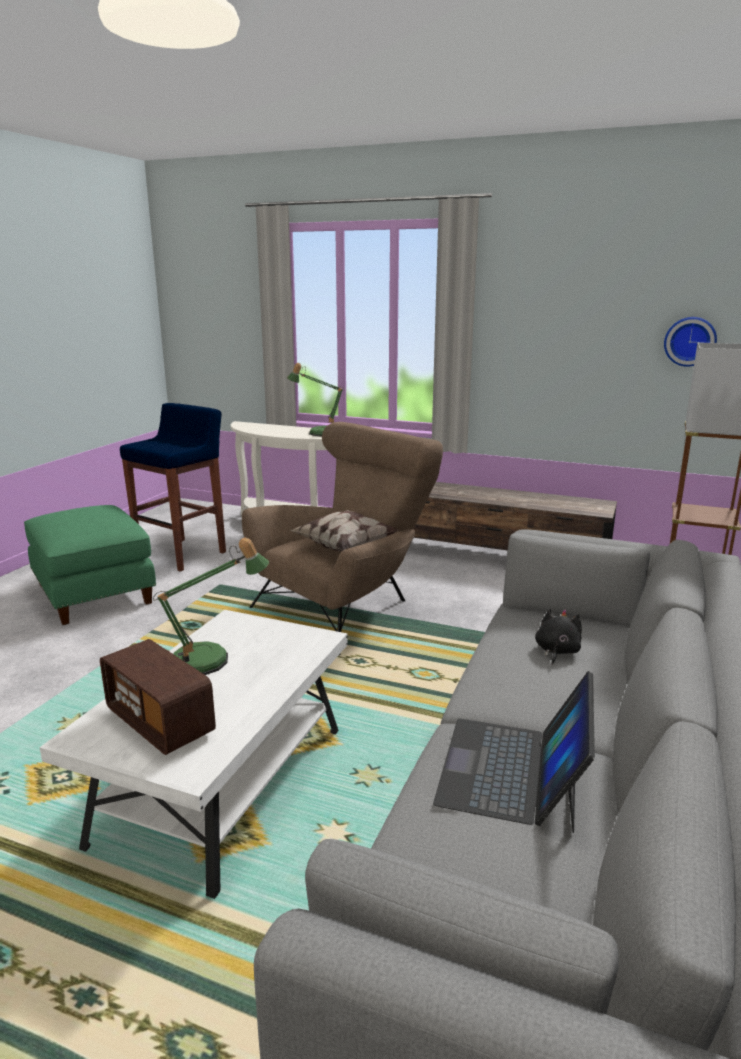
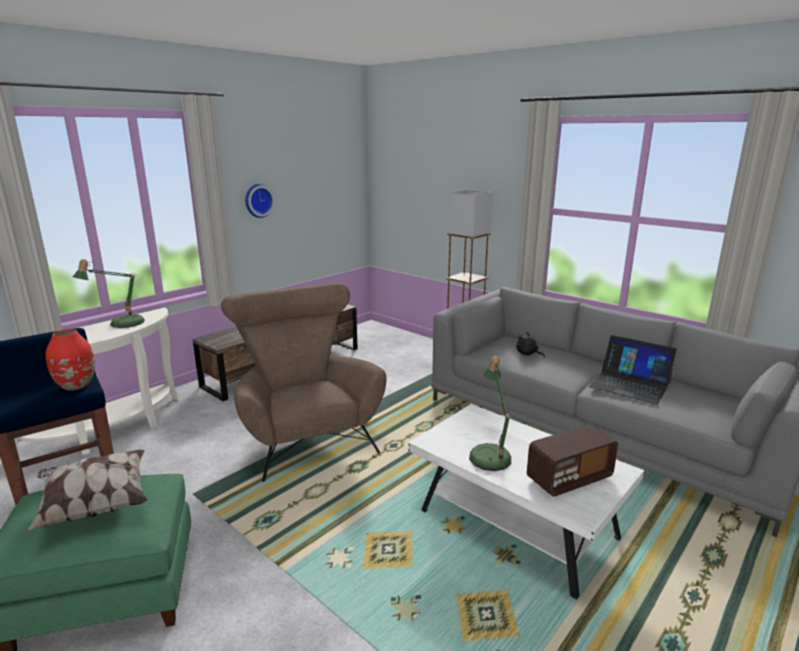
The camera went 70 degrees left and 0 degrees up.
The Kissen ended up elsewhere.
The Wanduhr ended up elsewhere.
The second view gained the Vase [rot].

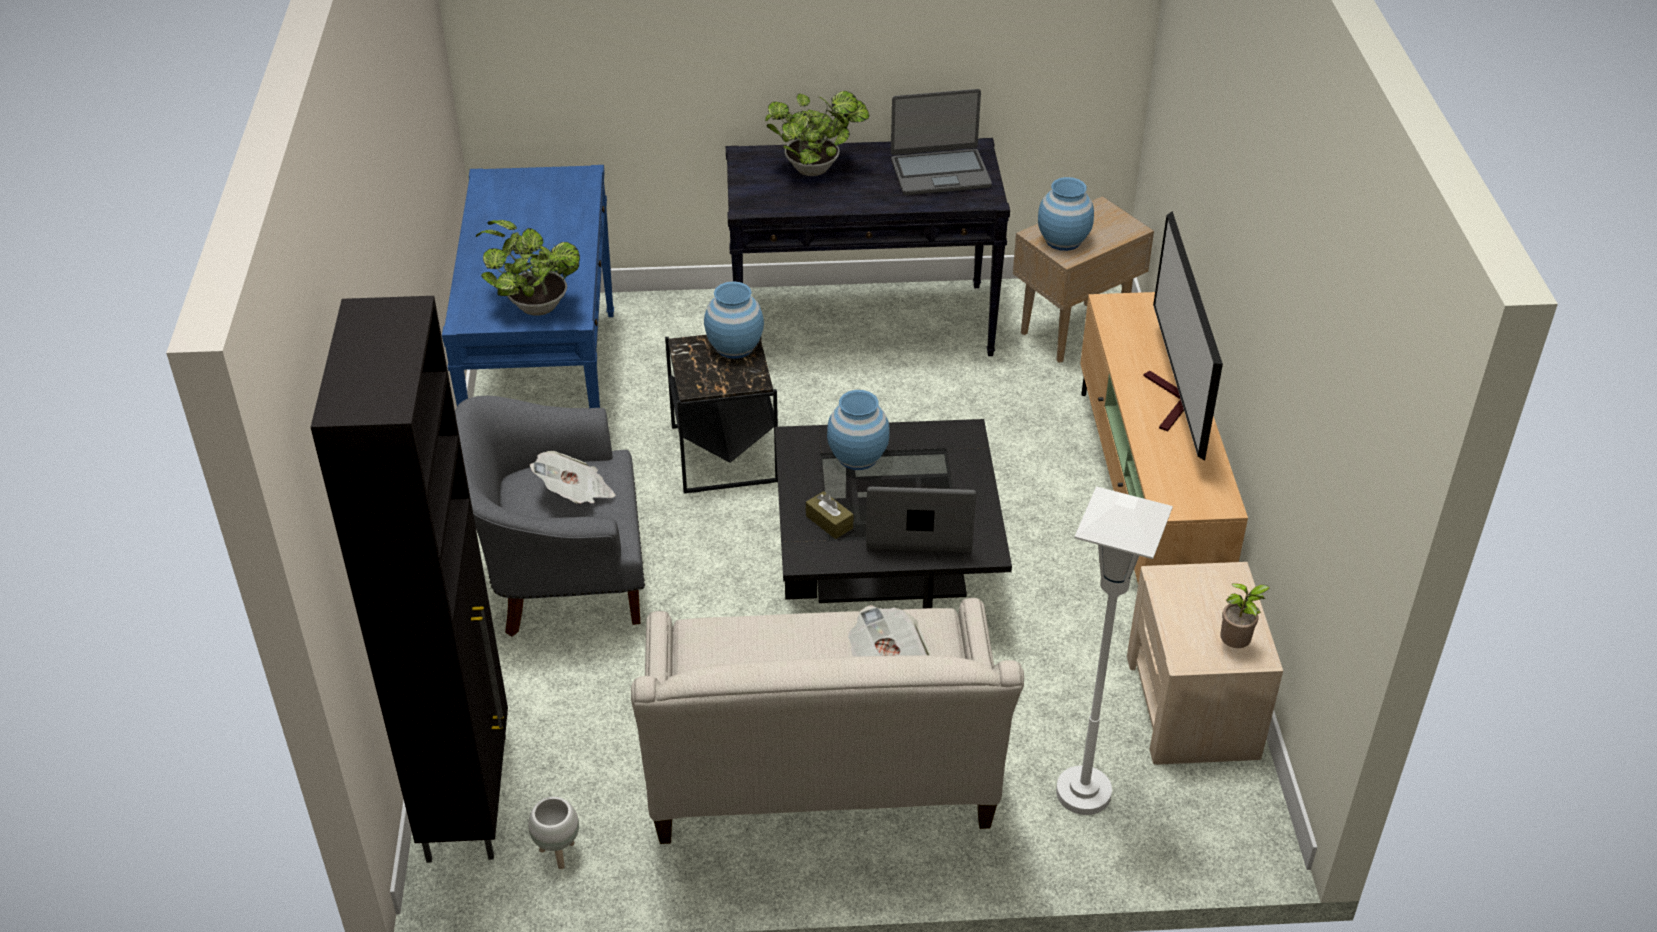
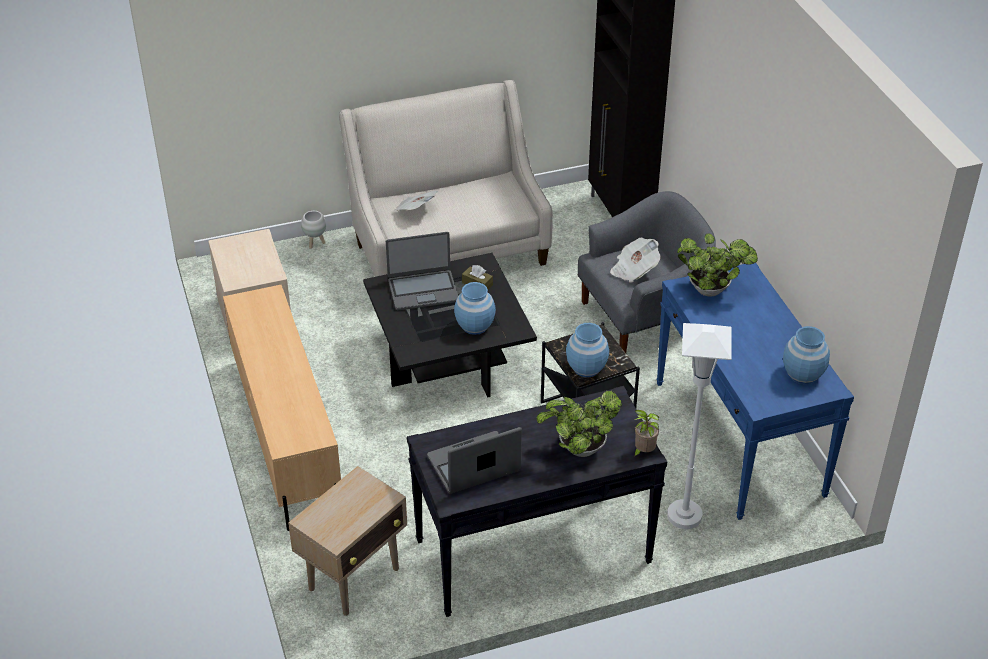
The camera went 165 degrees right and 0 degrees up.
The Pflanzkübel [weiß] ended up elsewhere.
The Vase [blau] (no. 3 from left) ended up elsewhere.
The Stehlampe [weiß] ended up elsewhere.
The second view lost the Fernseher.
The Topfpflanze (no. 3 from left in the first image) ended up elsewhere.

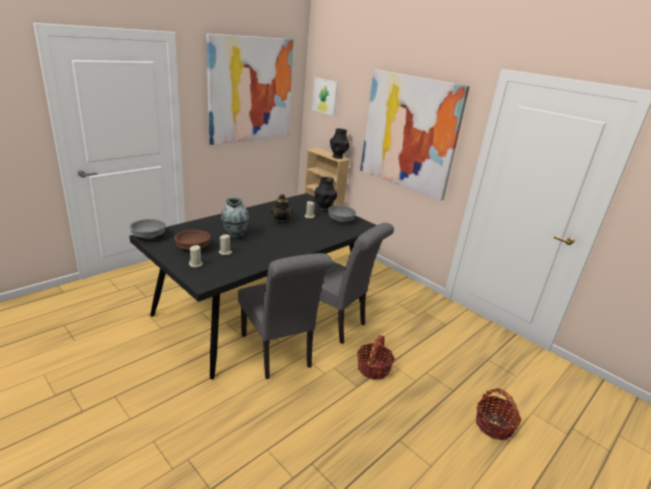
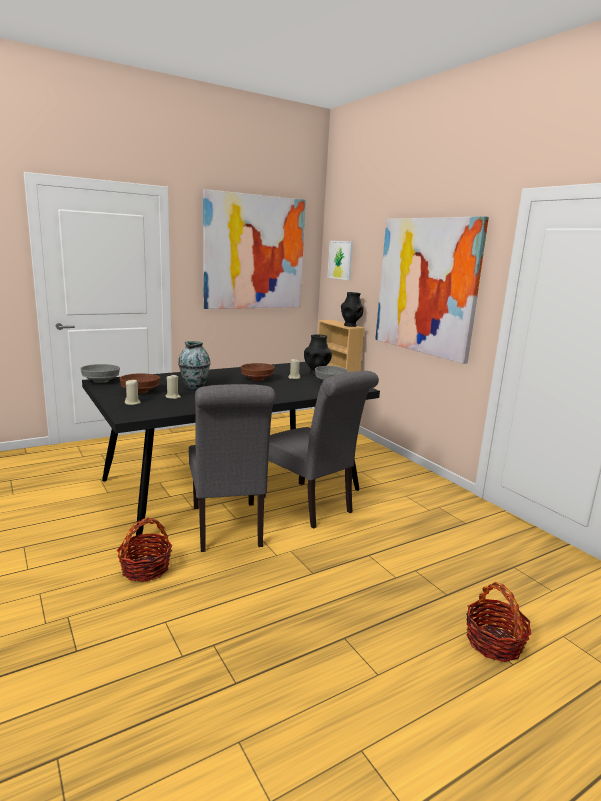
The camera went 15 degrees right and 10 degrees down.
Where the Teekanne stood, the Schüssel [braun] (no. 2 from left) came to stand.
The Korb (no. 1 from left) ended up elsewhere.

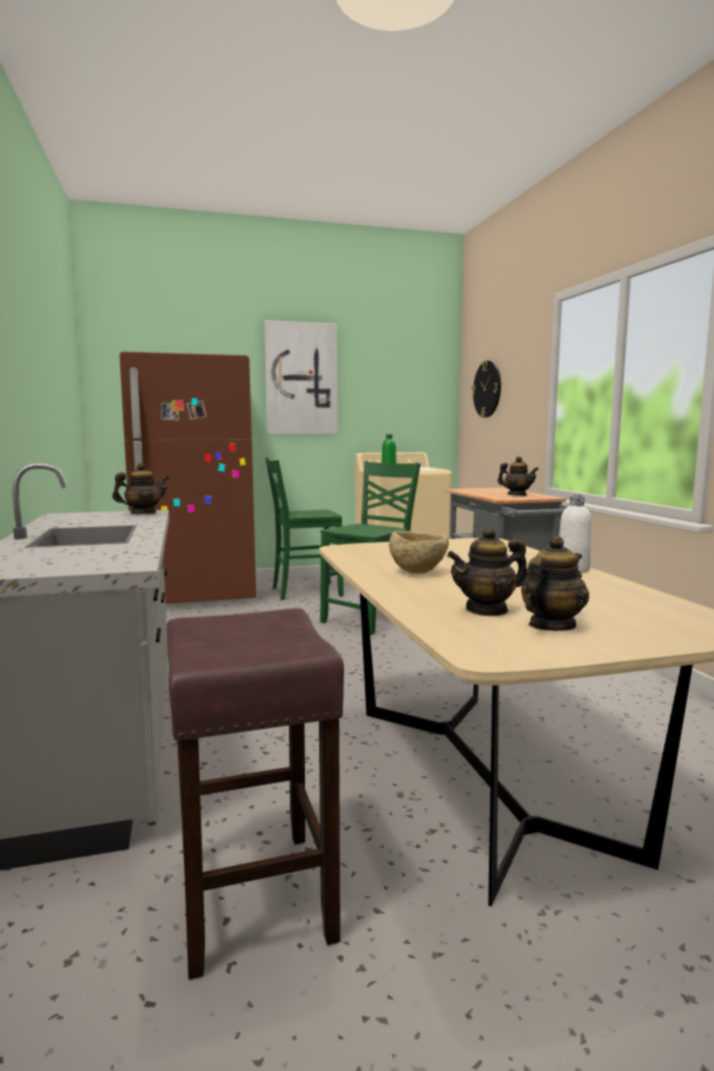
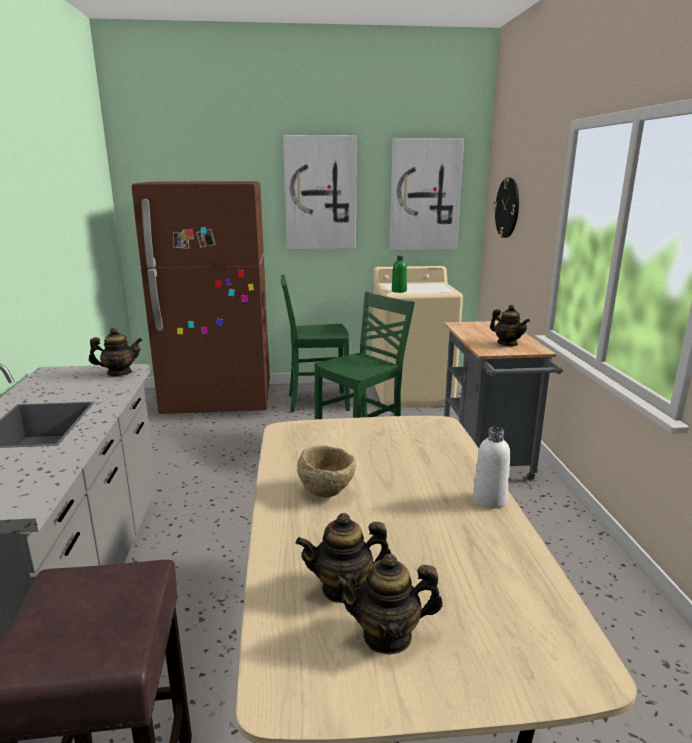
The camera went 10 degrees right and 10 degrees up.
The Teekanne (no. 4 from left in the first image) ended up facing another way, 150 degrees counterclockwise from before.
The second view gained the Bild (no. 2 from left).

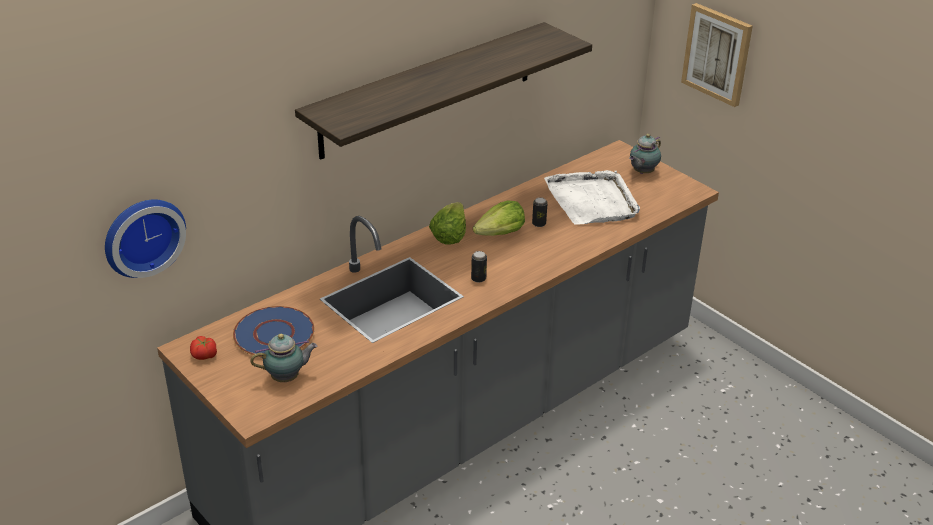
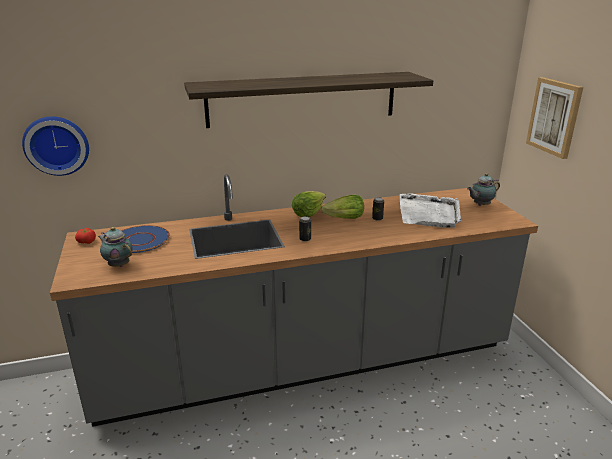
The camera went 25 degrees right and 10 degrees down.
The Teekanne (no. 1 from left) ended up facing another way, 150 degrees counterclockwise from before.

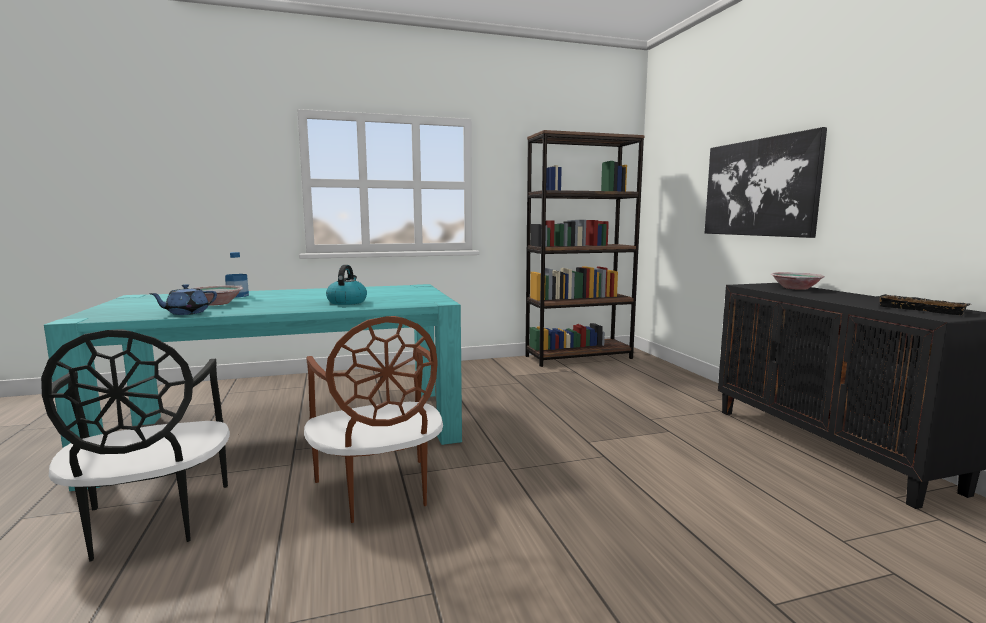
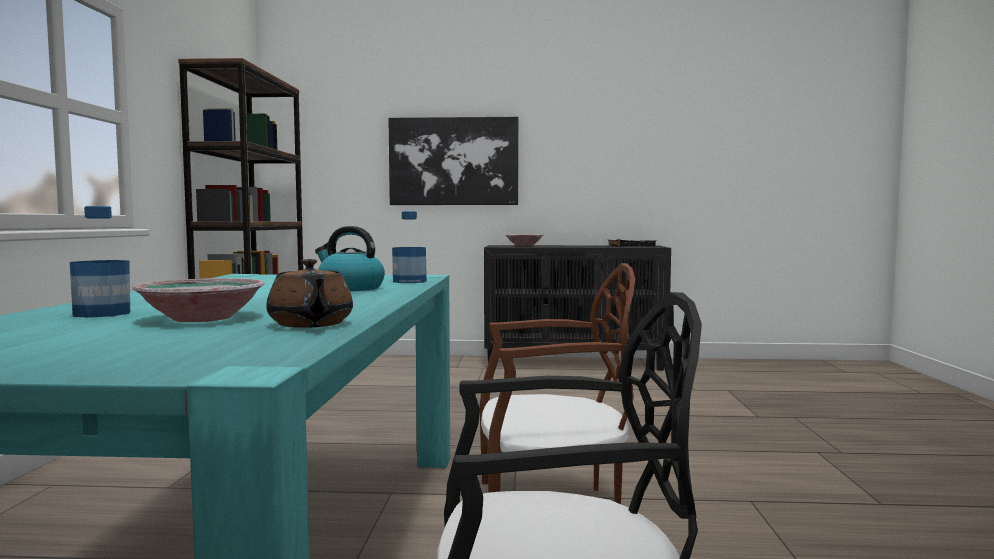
The camera went 70 degrees left and 5 degrees down.
What was the Teekanne [blau] turned into the Teekanne [braun].
The second view gained the Flasche (no. 2 from left).

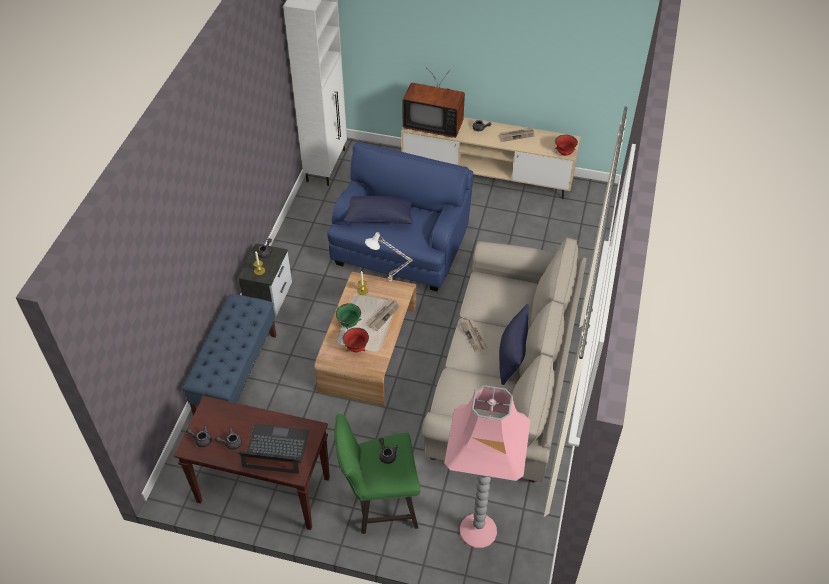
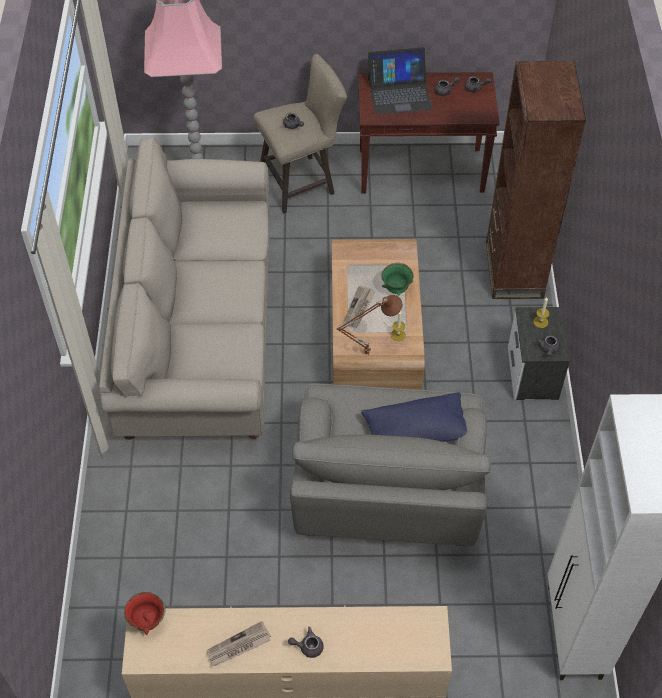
The camera went 165 degrees right and 5 degrees up.
Where the Bank [blau] stood, the Bücherregal [braun] came to stand.
What was the Sessel [blau] turned into the Sessel [grau].
What was the Hocker [grün] turned into the Hocker [beige].
The second view lost the Schüssel [rot] (no. 1 from left).
What was the Tischlampe [weiß] turned into the Tischlampe [braun].
The second view lost the Fernseher.
The second view lost the Zeitung (no. 2 from left).
The second view lost the Kissen [blau] (no. 2 from left).

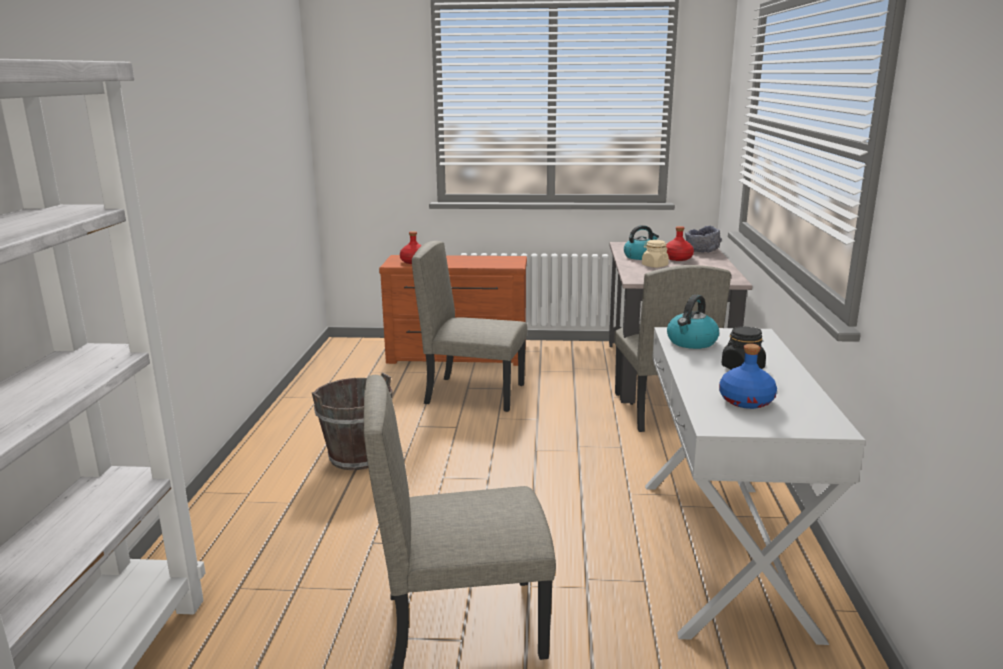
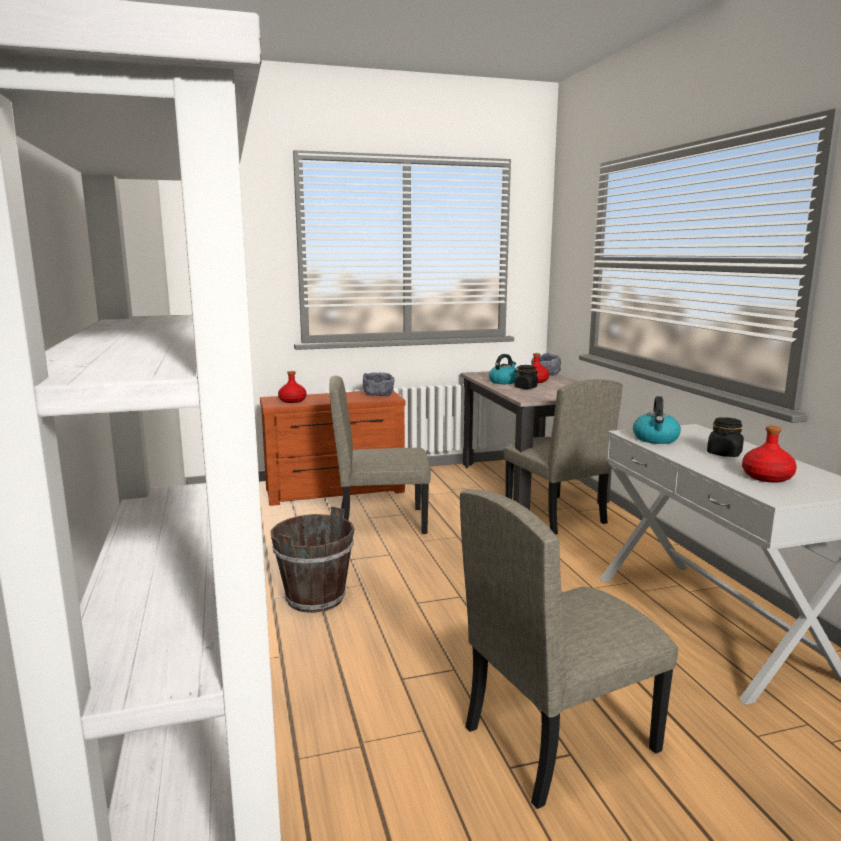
The camera went 20 degrees left and 5 degrees down.
What was the Vorratsglas [beige] turned into the Vorratsglas [schwarz] (no. 1 from left).
What was the Flasche [blau] turned into the Flasche [rot] (no. 3 from left).
The second view gained the Schüssel [grau] (no. 1 from left).

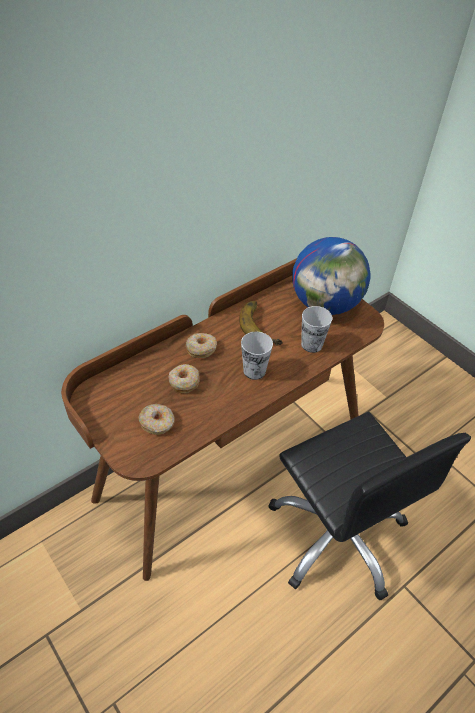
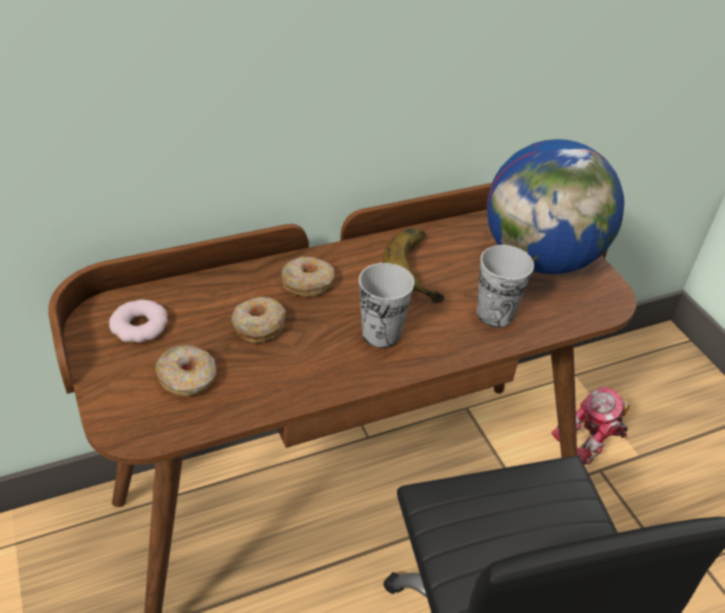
The camera went 15 degrees right and 5 degrees down.
The second view gained the Donut (no. 1 from left).
The second view gained the Spielzeugroboter.

